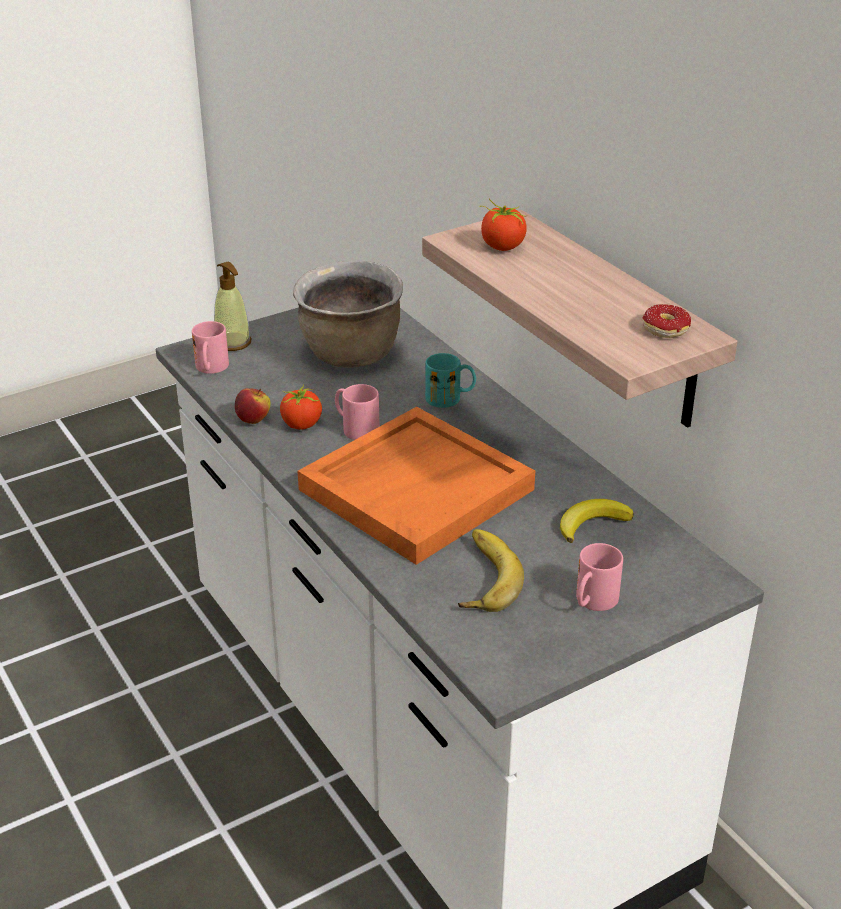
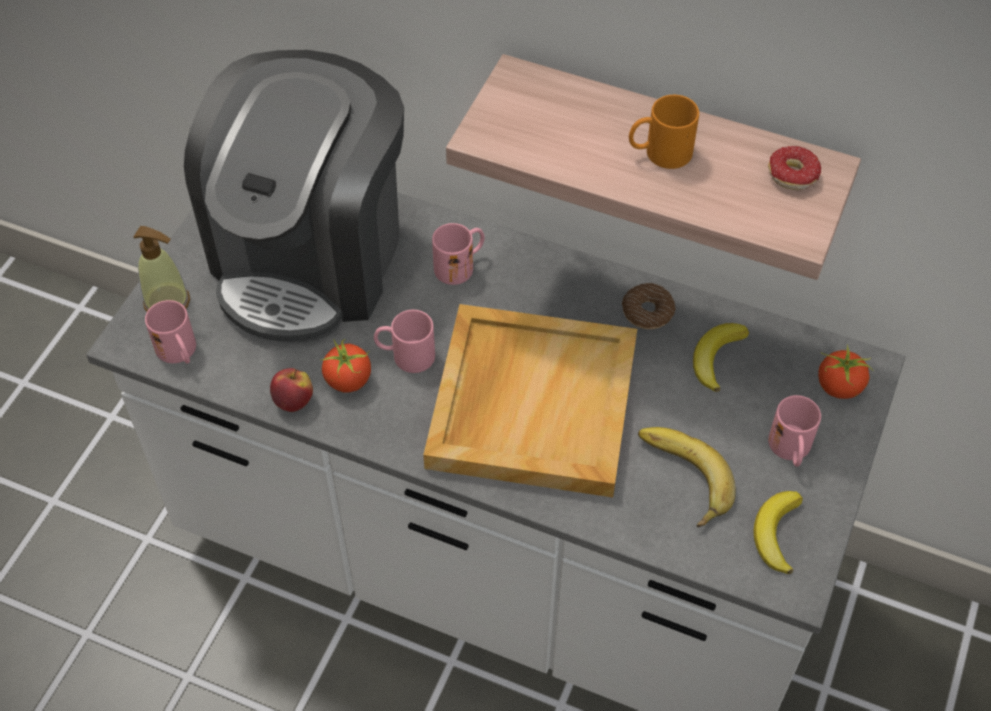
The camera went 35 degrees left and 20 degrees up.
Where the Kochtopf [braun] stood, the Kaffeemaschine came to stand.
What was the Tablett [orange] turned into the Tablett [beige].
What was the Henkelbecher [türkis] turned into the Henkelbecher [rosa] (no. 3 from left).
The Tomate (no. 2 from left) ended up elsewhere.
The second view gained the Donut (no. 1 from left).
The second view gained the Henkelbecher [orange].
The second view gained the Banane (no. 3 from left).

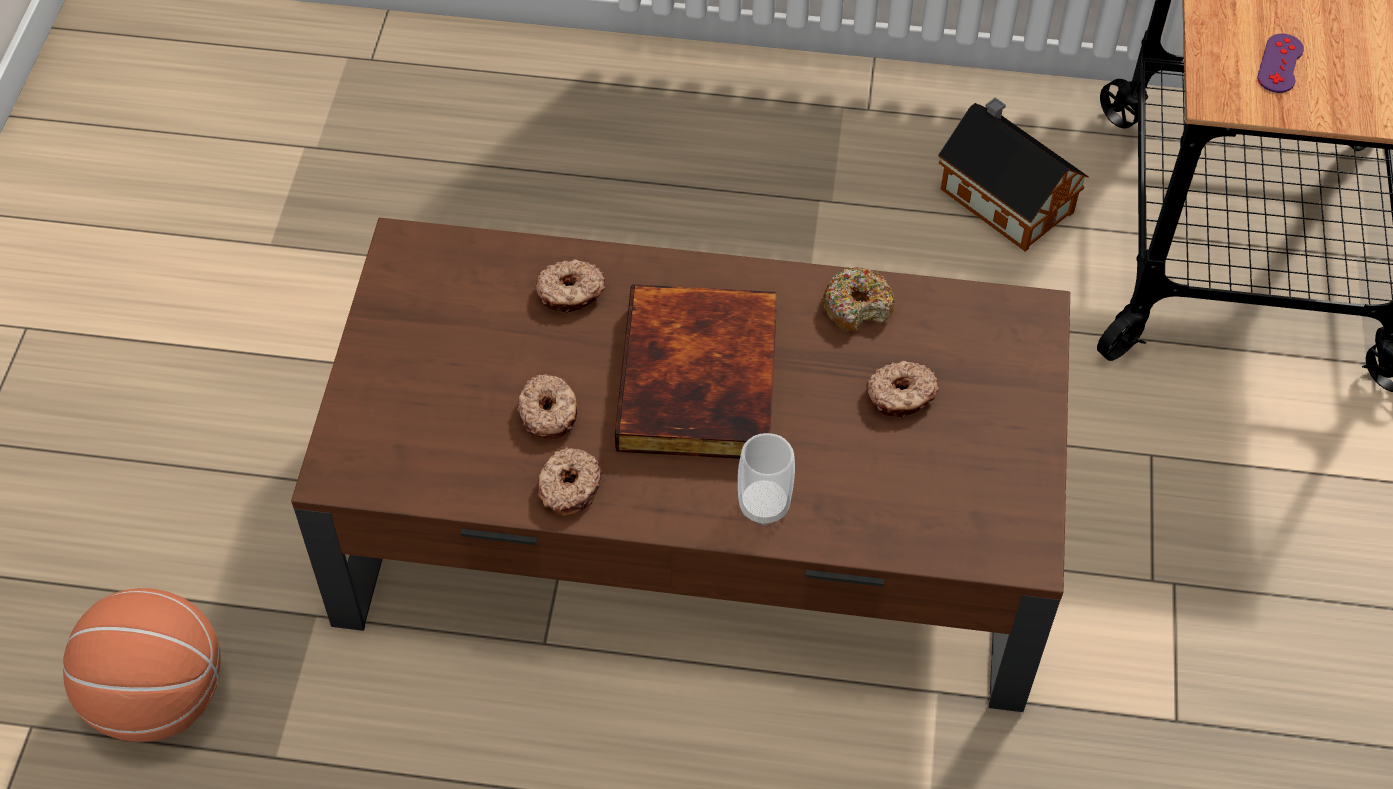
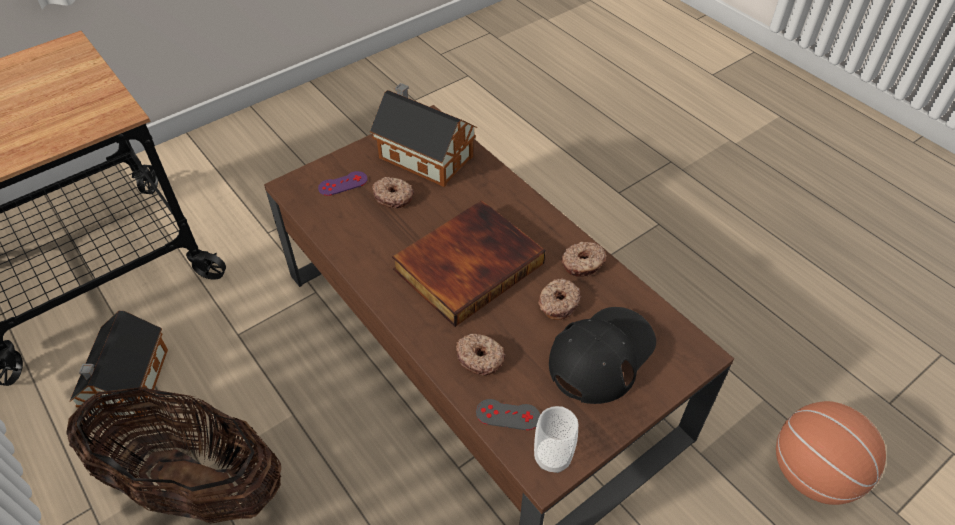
The camera went 135 degrees left and 5 degrees down.
The Tasse ended up elsewhere.
The second view lost the Donut (no. 4 from left).
The Gamepad [lila] ended up elsewhere.
The second view gained the Korb.
The second view gained the Spielzeughaus (no. 2 from left).
The second view gained the Gamepad [grau].
The second view gained the Kappe [schwarz].

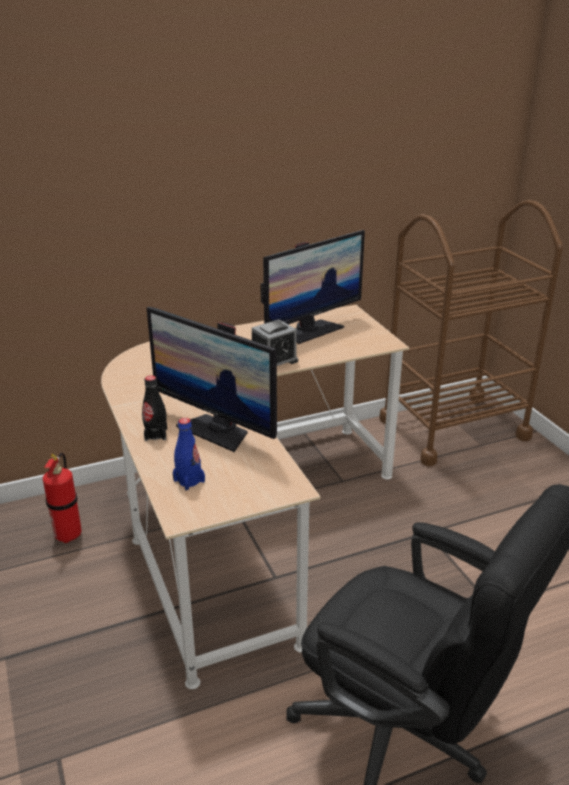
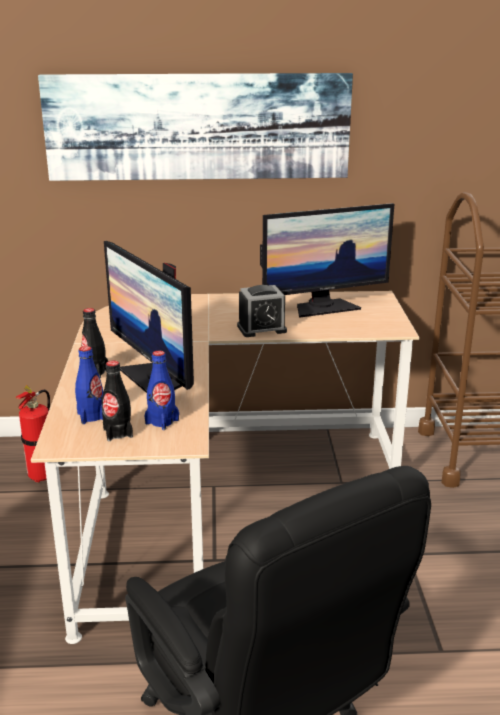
The camera went 20 degrees right and 5 degrees down.
The second view gained the Bild.
The second view gained the Flasche [schwarz] (no. 2 from left).
The second view gained the Flasche [blau] (no. 2 from left).

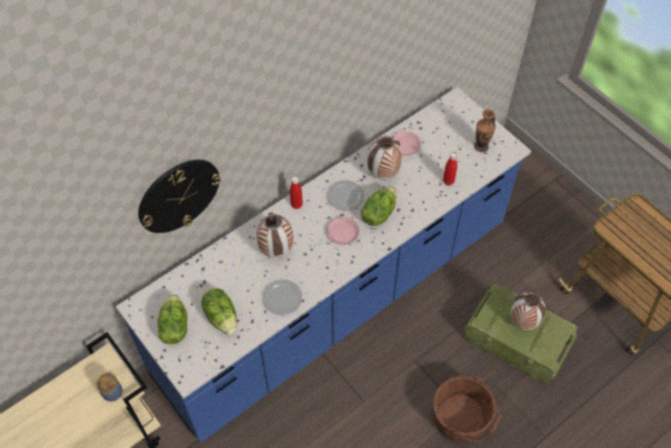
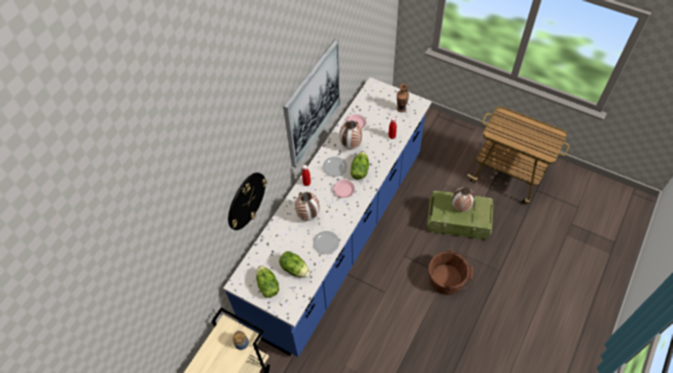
The camera went 20 degrees left and 0 degrees up.
The second view gained the Bild.

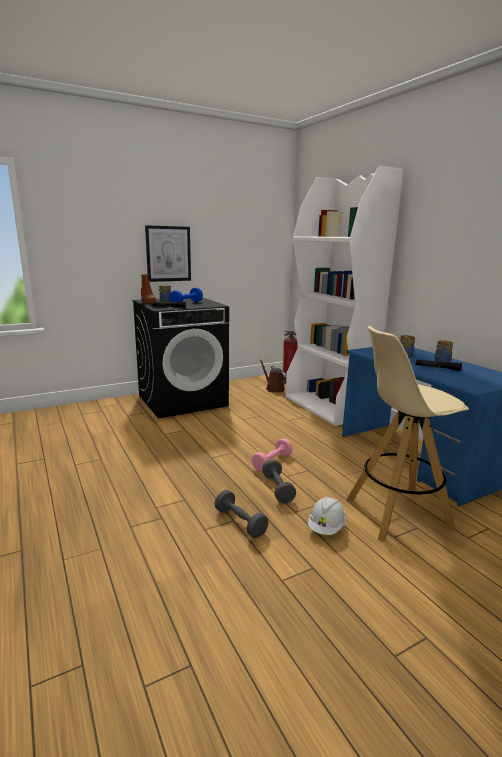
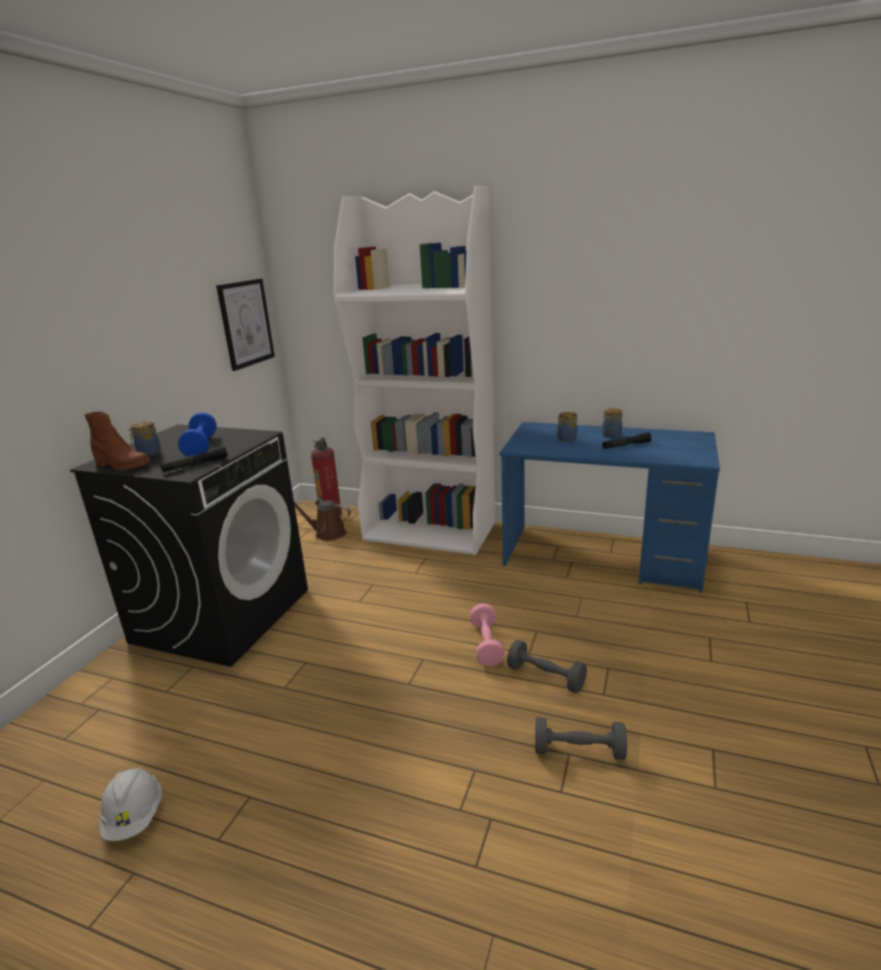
The camera went 40 degrees left and 5 degrees up.
The Bild ended up elsewhere.
The Schutzhelm [weiß] ended up elsewhere.
The second view lost the Hocker [beige].

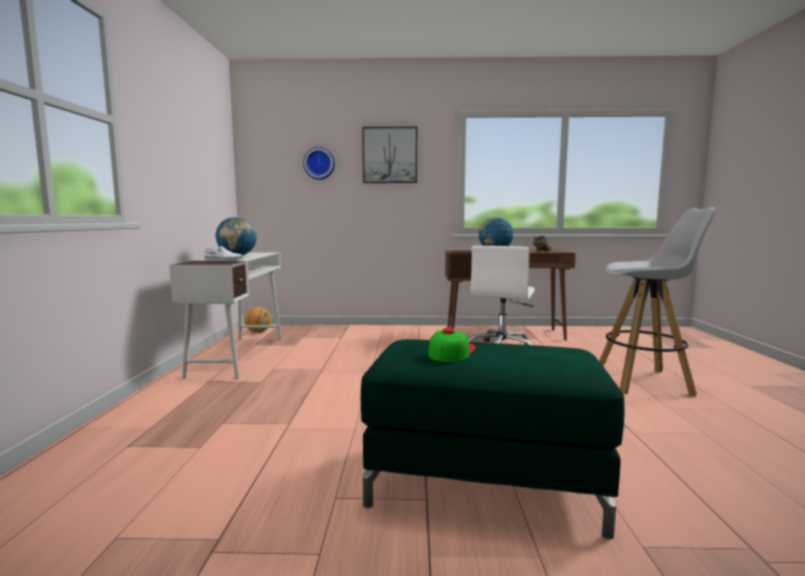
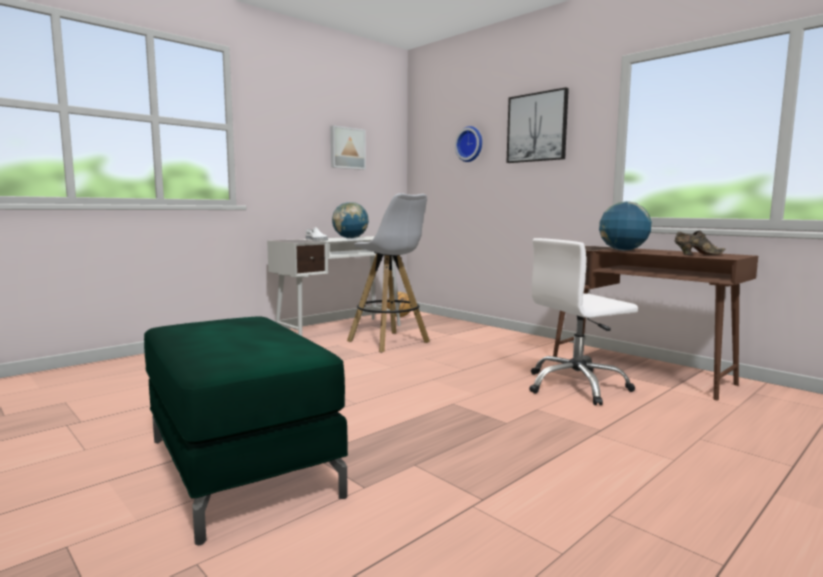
The camera went 45 degrees right and 0 degrees up.
The second view lost the Kappe.
The Hocker [weiß] ended up elsewhere.
The second view gained the Bild (no. 1 from left).

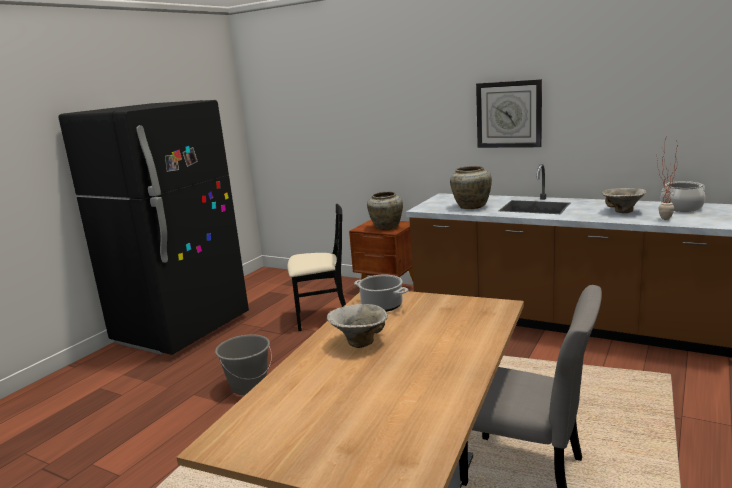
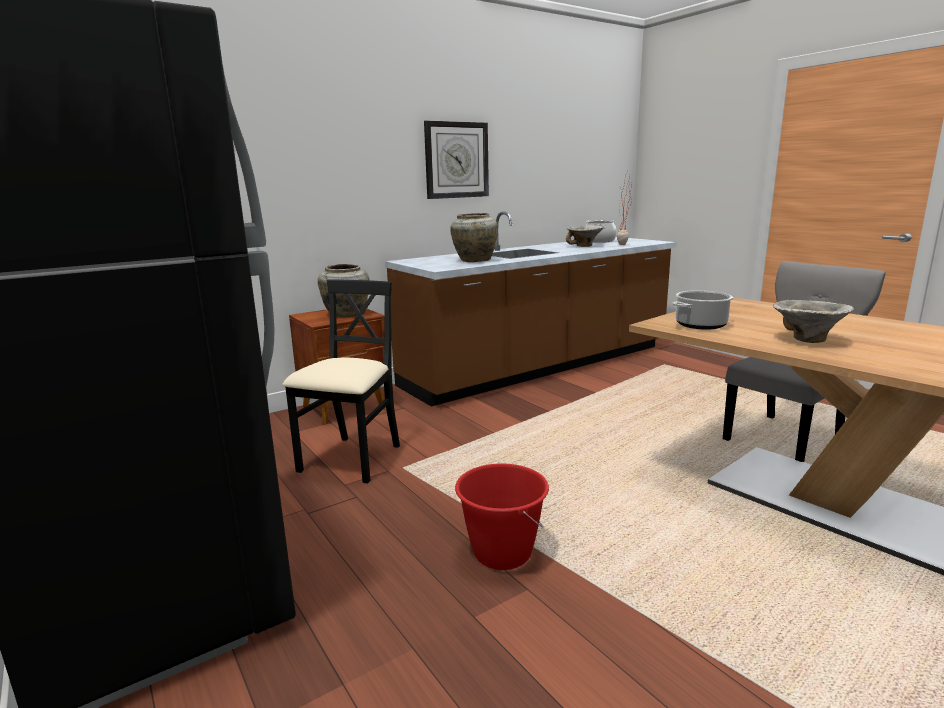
The camera went 65 degrees left and 0 degrees up.
What was the Eimer [grau] turned into the Eimer [rot].

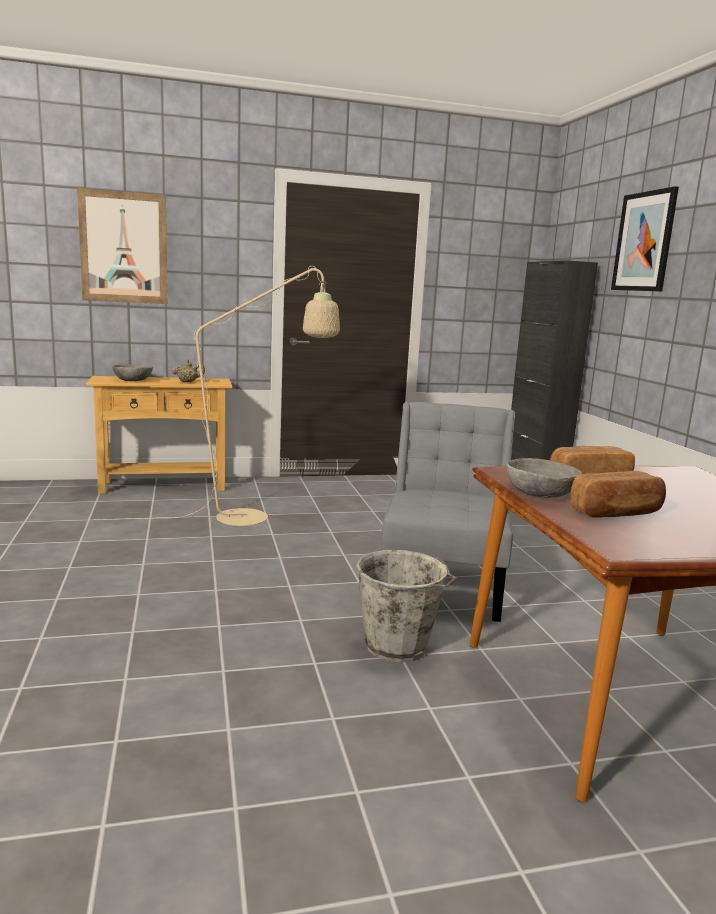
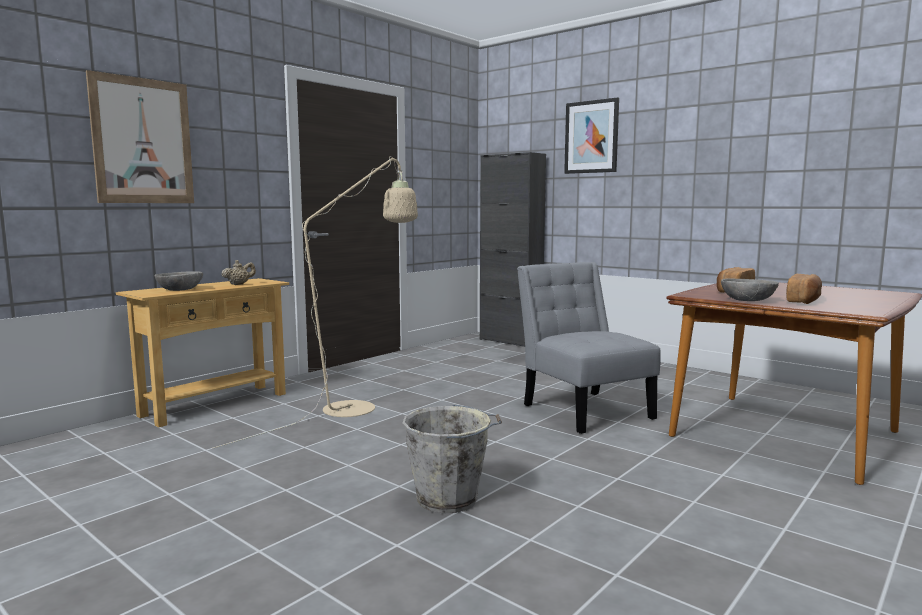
The camera went 35 degrees left and 5 degrees down.
The Eimer [grau] ended up elsewhere.

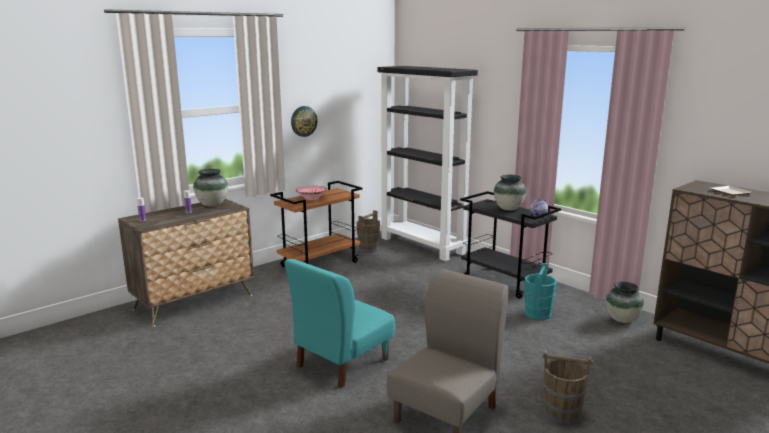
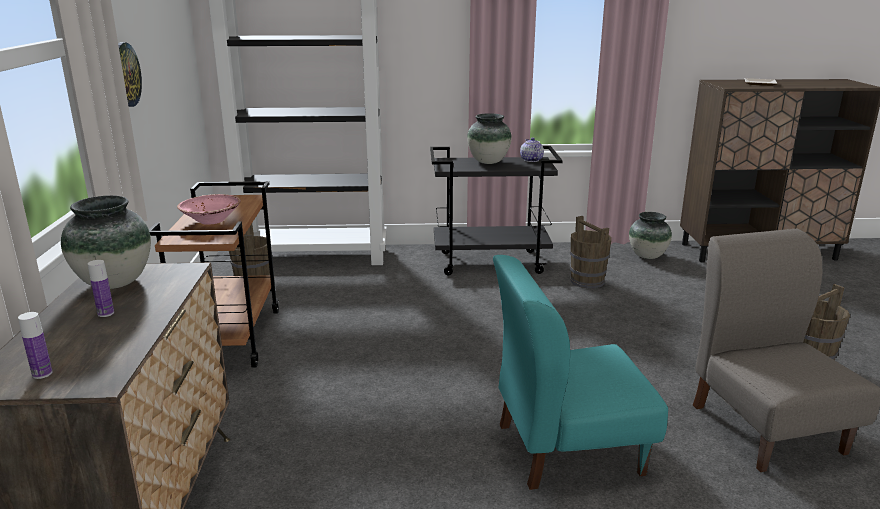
The camera went 50 degrees left and 5 degrees up.
The Stuhl [türkis] ended up facing another way, 90 degrees clockwise from before.
What was the Eimer [türkis] turned into the Eimer [braun] (no. 2 from left).

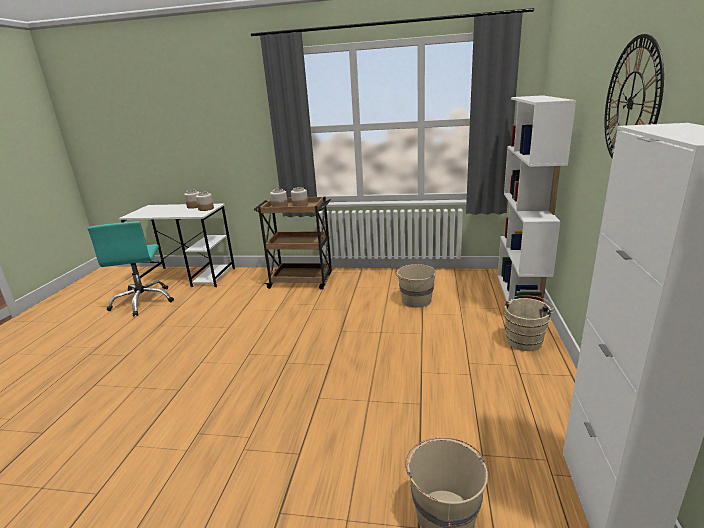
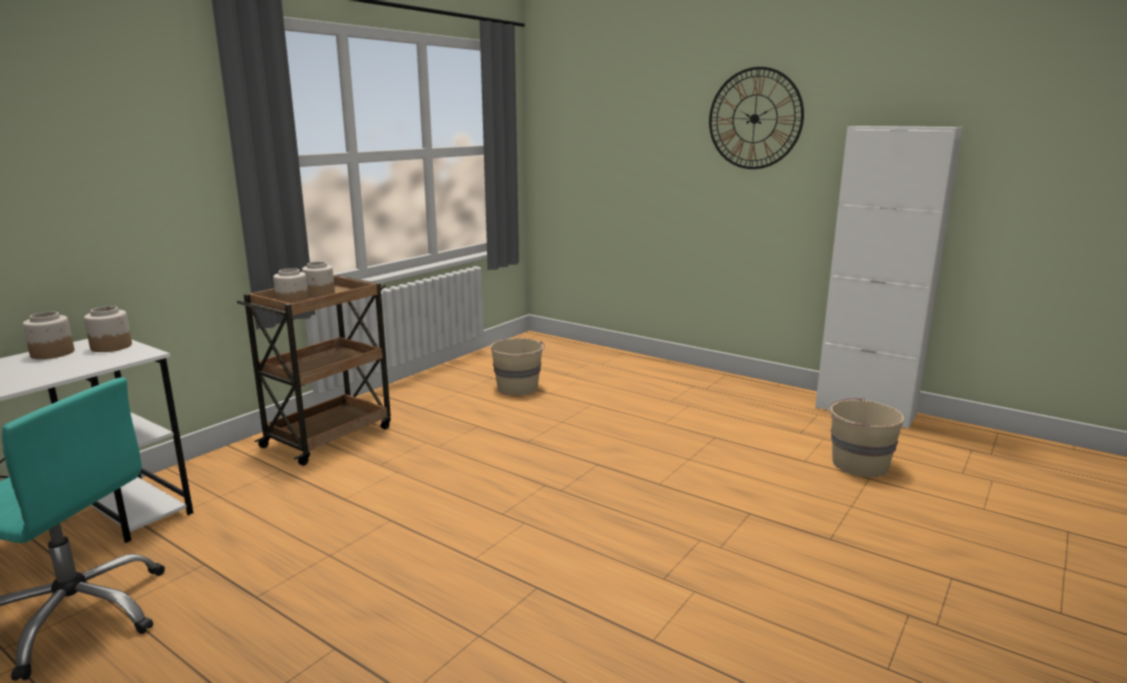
The camera went 65 degrees left and 5 degrees down.
The second view lost the Bücherregal [weiß].
The second view lost the Eimer [beige] (no. 3 from left).

